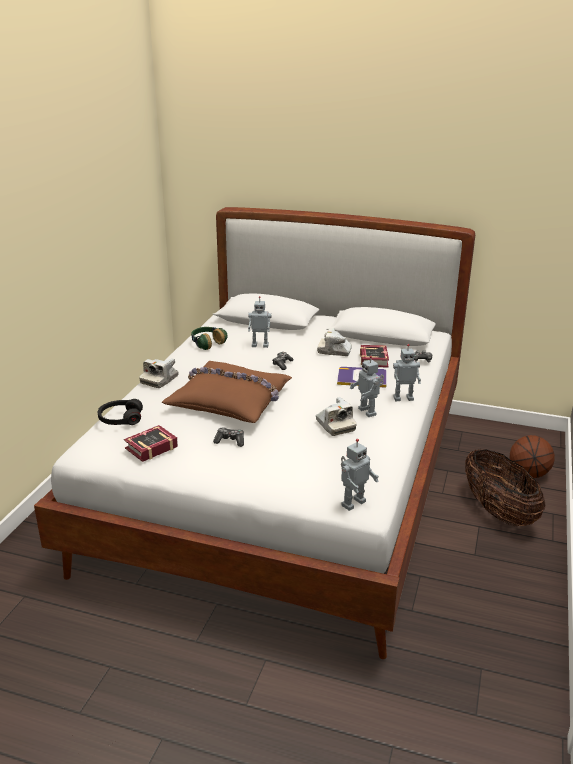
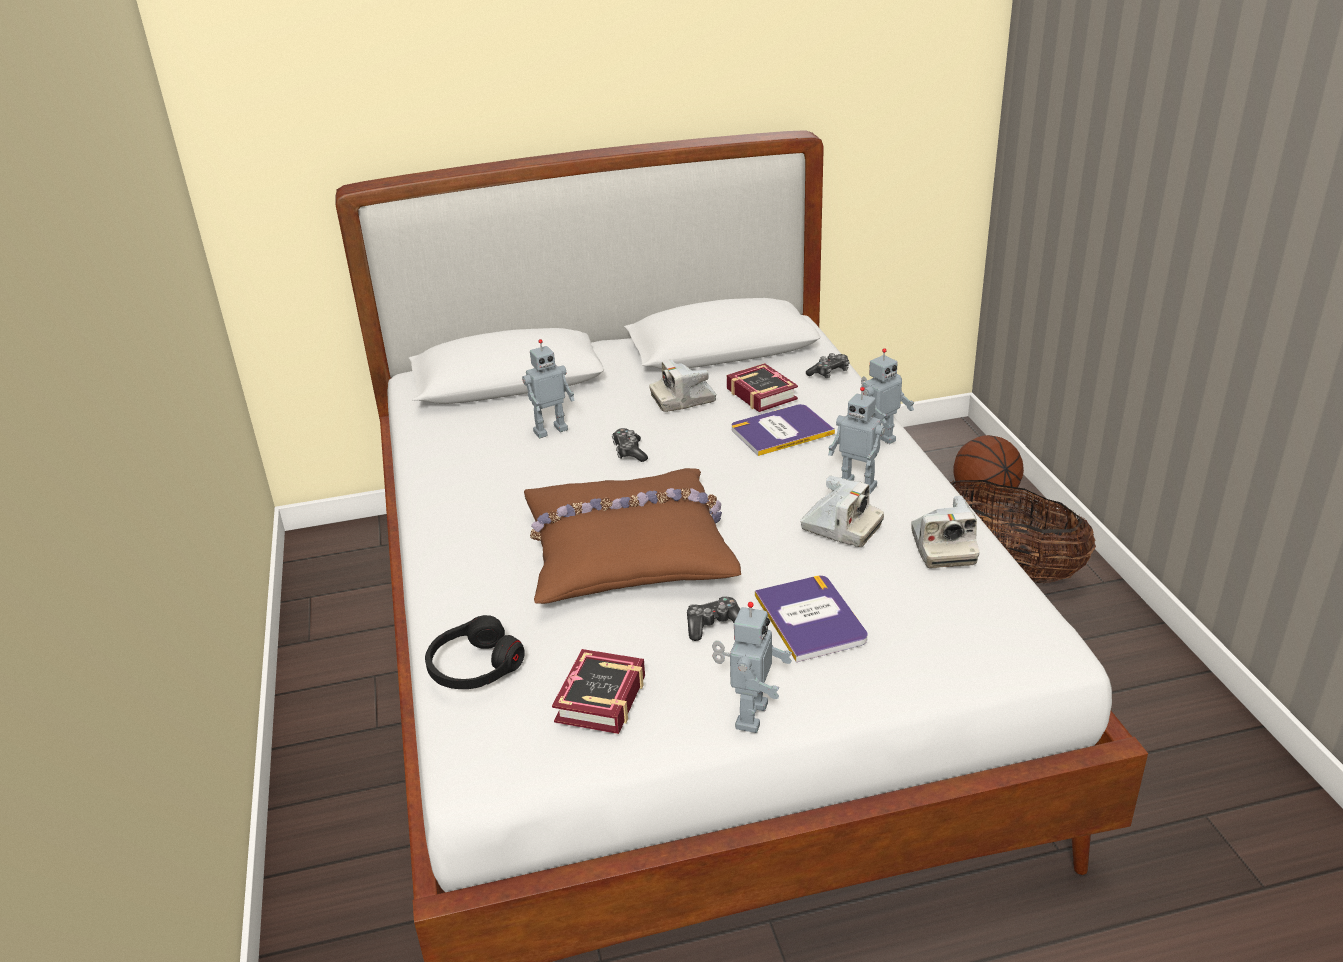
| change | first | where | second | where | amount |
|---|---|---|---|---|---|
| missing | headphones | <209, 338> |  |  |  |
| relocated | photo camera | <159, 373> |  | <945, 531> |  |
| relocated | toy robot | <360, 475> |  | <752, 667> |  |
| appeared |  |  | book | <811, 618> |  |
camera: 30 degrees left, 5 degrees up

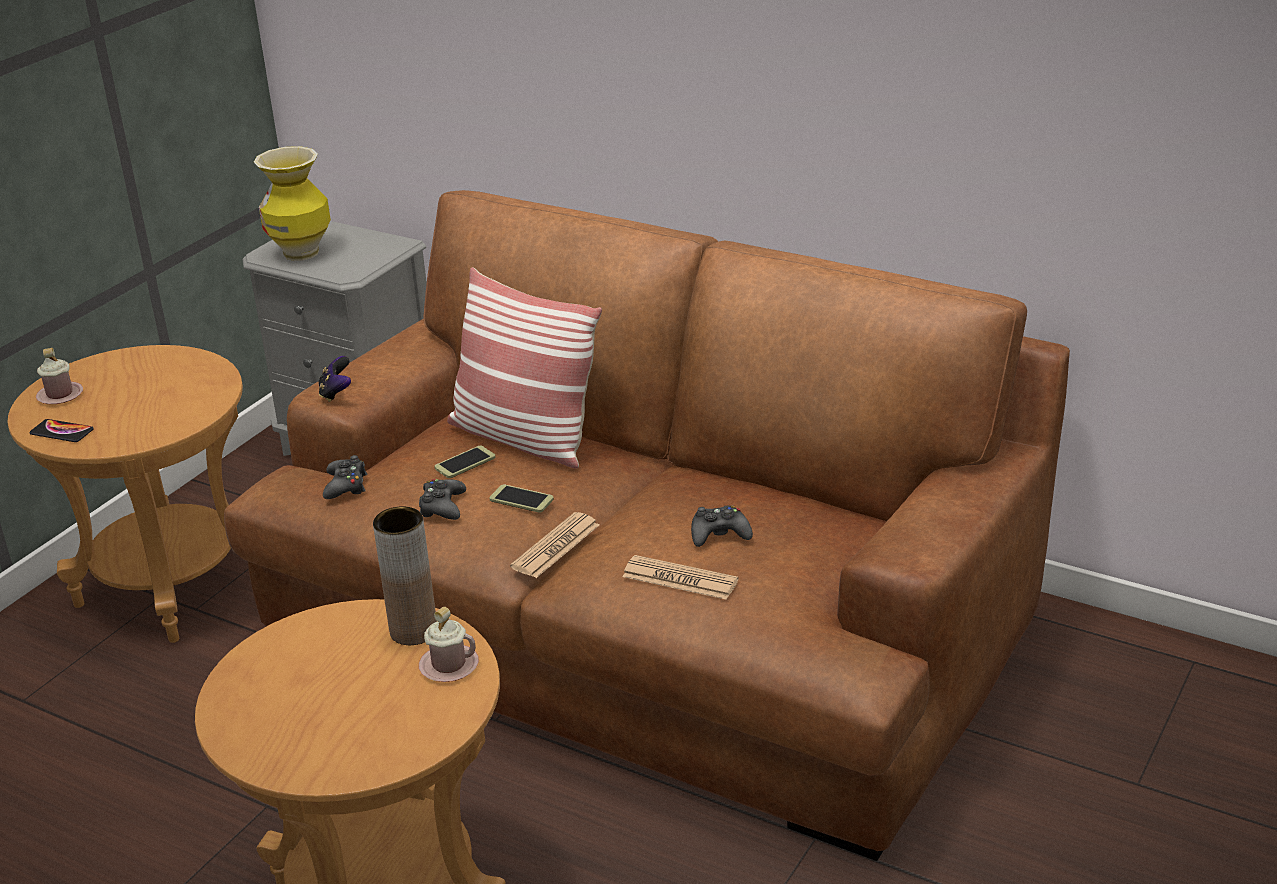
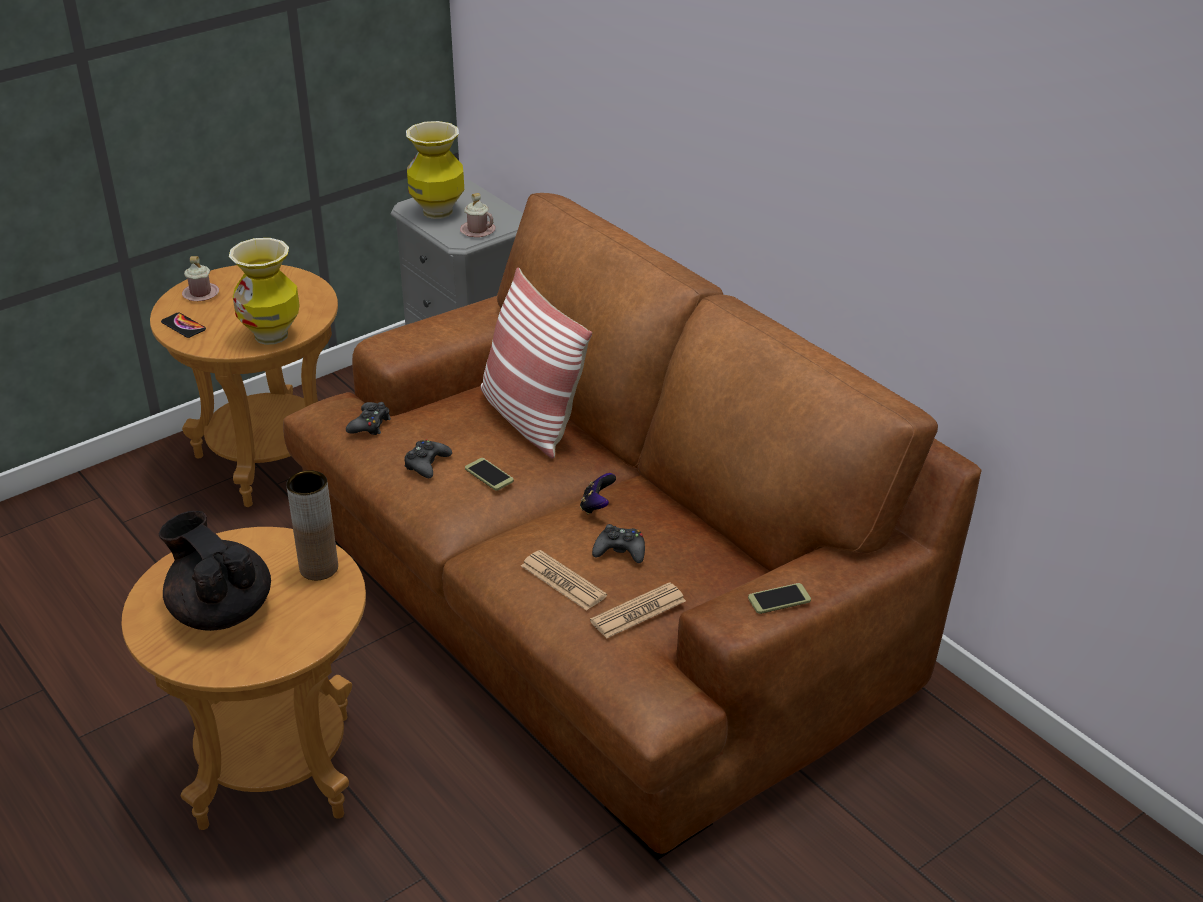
| change | first | where | second | where | amount |
|---|---|---|---|---|---|
| relocated | game controller | <334, 379> |  | <598, 493> |  |
| relocated | phone | <465, 462> |  | <779, 598> |  |
| relocated | newspaper | <554, 545> |  | <638, 610> |  |
| relocated | mug (pink) | <449, 644> |  | <477, 215> |  |
| appeared |  |  | vase | <264, 291> |  |
| appeared |  |  | teapot (black) | <215, 571> |  |
camera: 20 degrees right, 5 degrees up

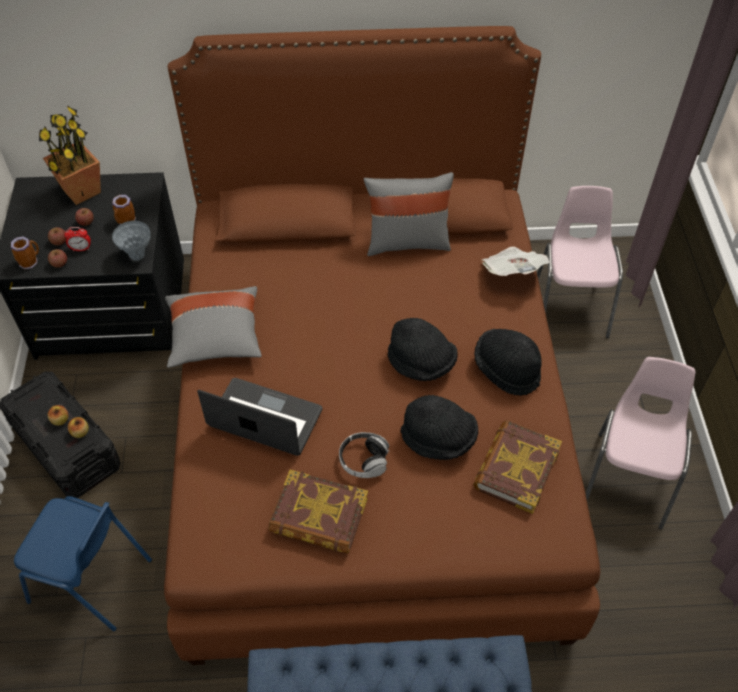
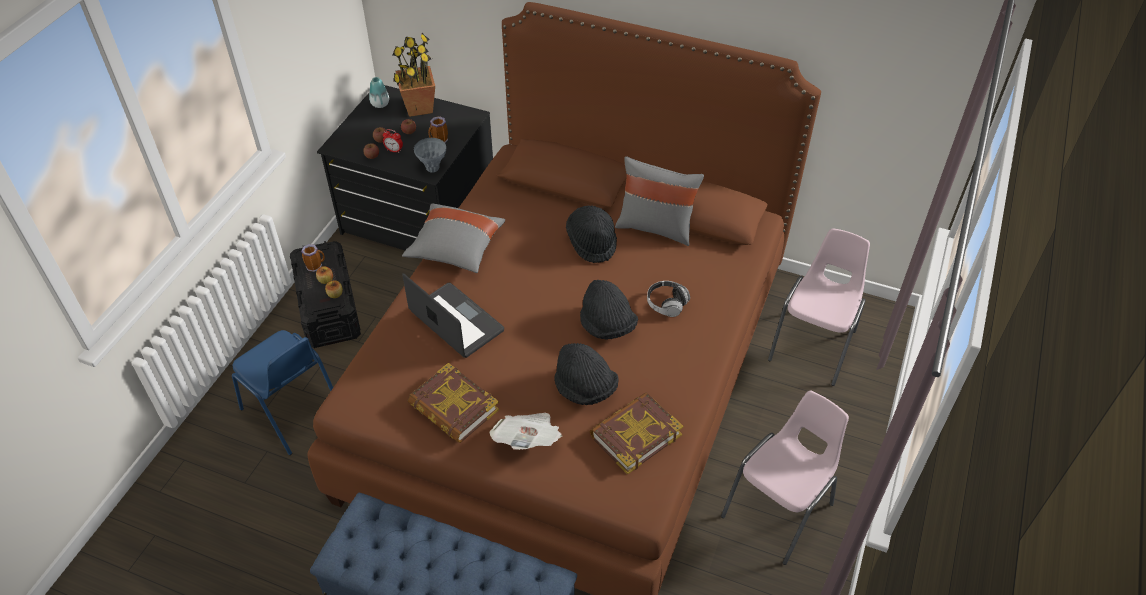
| change | first | where | second | where | amount |
|---|---|---|---|---|---|
| relocated | mug | <25, 253> |  | <313, 258> |  |
| relocated | newspaper | <516, 261> |  | <525, 431> |  |
| relocated | hat (black) | <508, 362> |  | <591, 234> |  |
| relocated | headphones | <364, 455> |  | <668, 299> |  |
| appeared |  |  | vase | <379, 92> |  |
camera: 25 degrees right, 5 degrees down

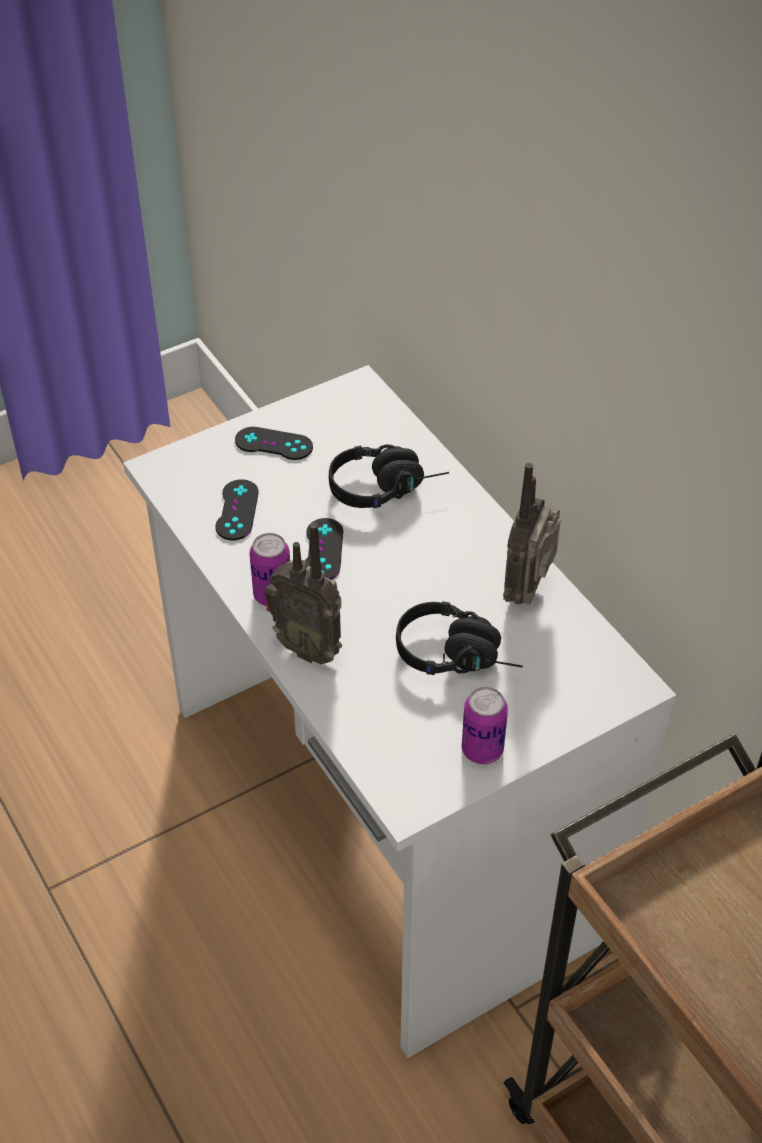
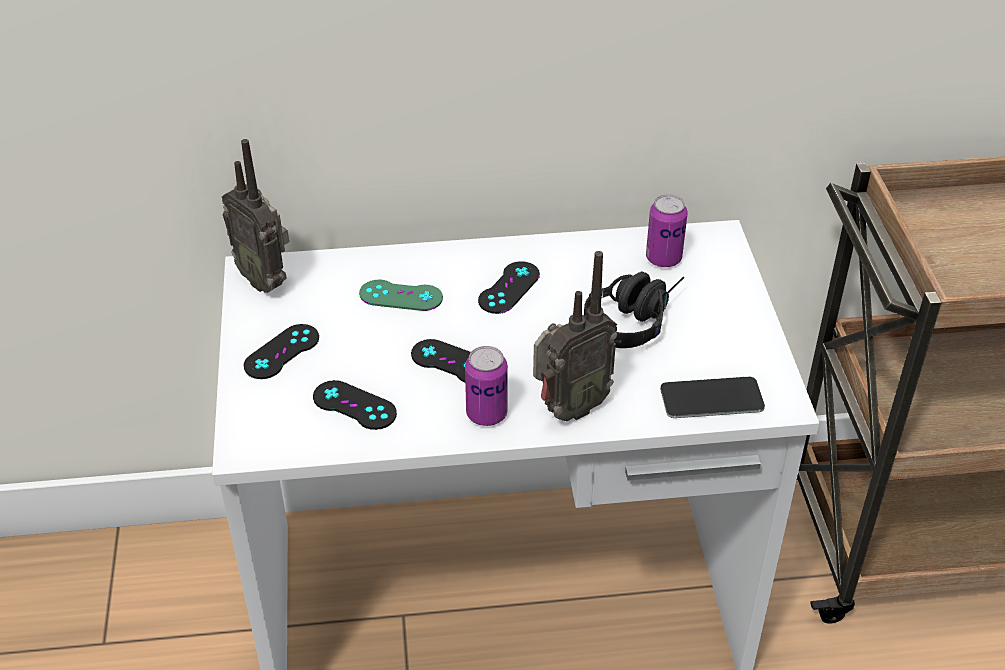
| change | first | where | second | where | amount |
|---|---|---|---|---|---|
| exchanged | headphones (black) | <389, 476> | game controller (green) | <401, 295> |  |
| relocated | radio | <532, 533> |  | <255, 216> |  |
| relocated | can | <485, 725> |  | <667, 230> |  |
| appeared |  |  | game controller (black) | <509, 287> |  |
| appeared |  |  | phone | <712, 397> |  |
camera: 65 degrees left, 5 degrees down

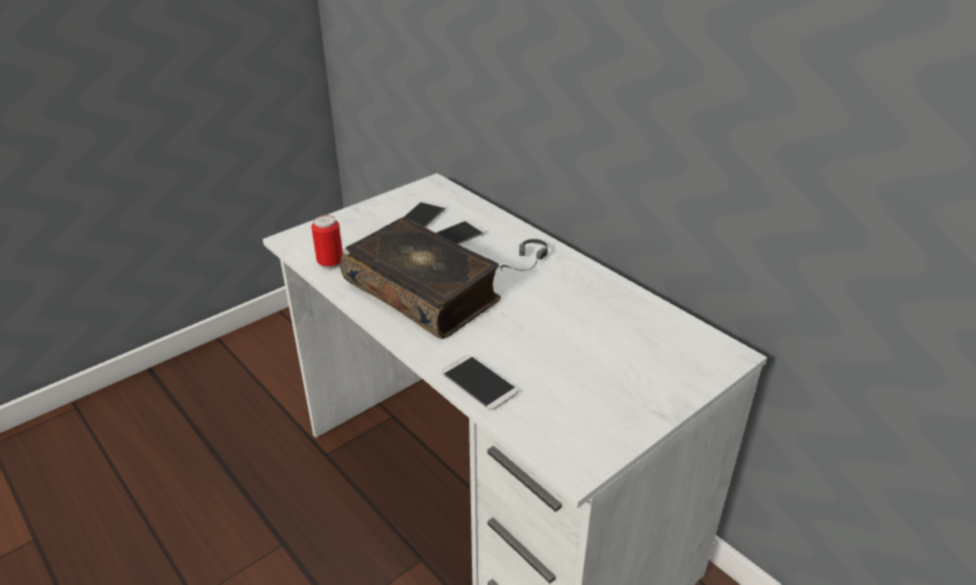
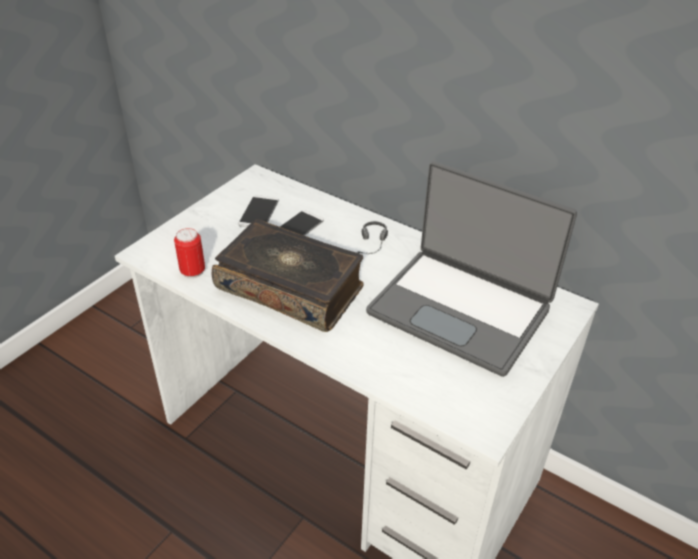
| change | first | where | second | where | amount |
|---|---|---|---|---|---|
| missing | phone | <480, 382> |  |  |  |
| appeared |  |  | laptop | <471, 269> |  |
camera: 15 degrees left, 5 degrees up

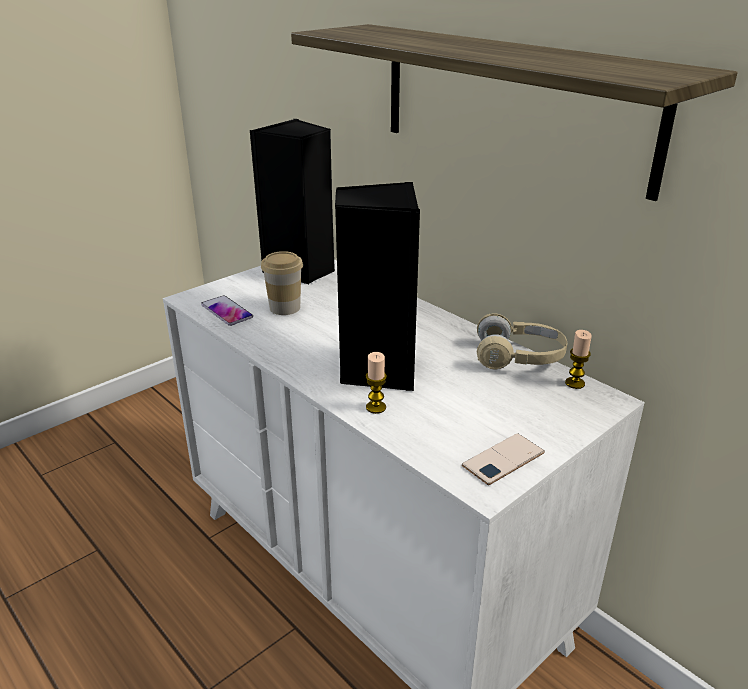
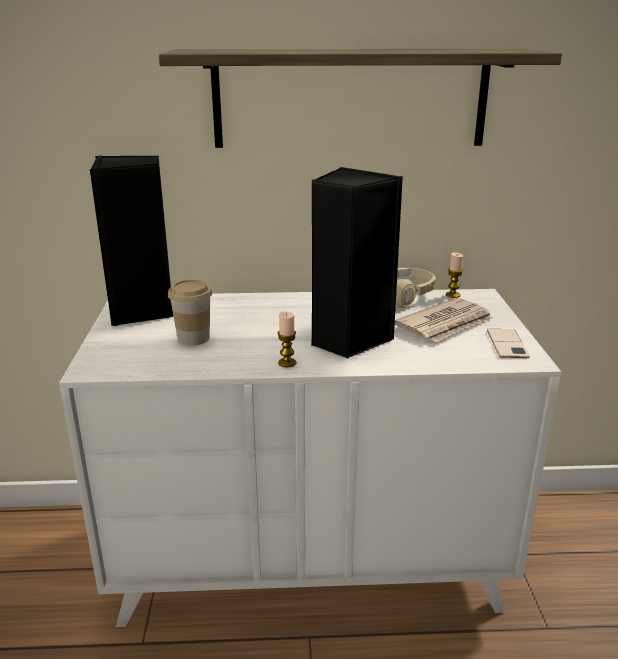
| change | first | where | second | where | amount |
|---|---|---|---|---|---|
| missing | phone | <227, 311> |  |  |  |
| relocated | candle | <376, 383> |  | <287, 339> |  |
| appeared |  |  | newspaper | <444, 320> |  |
camera: 50 degrees left, 5 degrees down

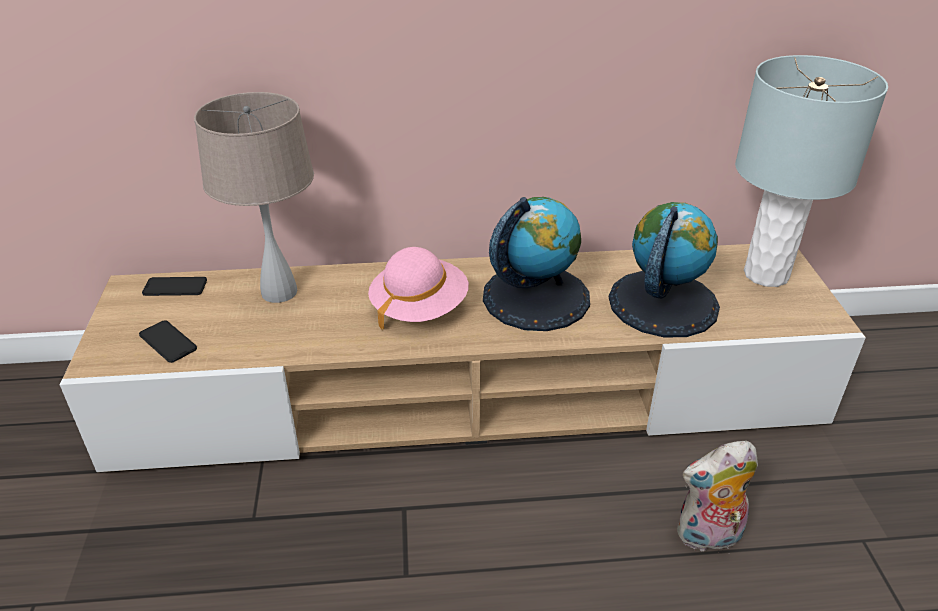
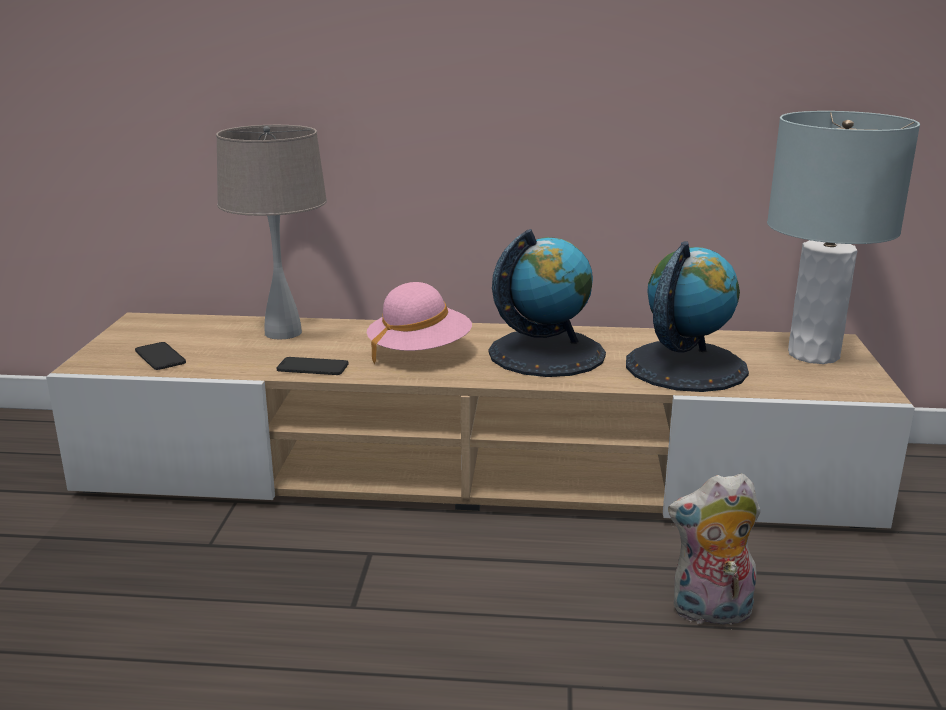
| change | first | where | second | where | amount |
|---|---|---|---|---|---|
| relocated | phone | <174, 286> |  | <312, 366> |  |
camera: 10 degrees right, 15 degrees down

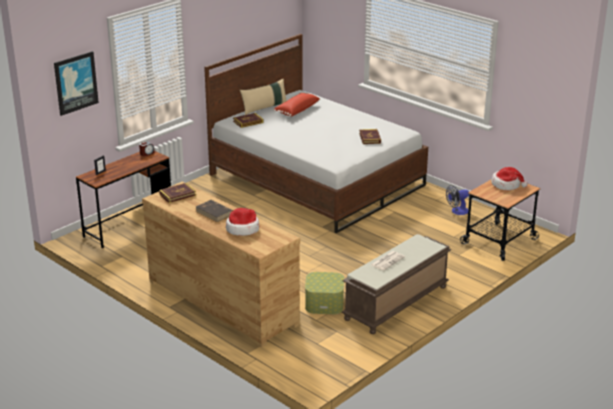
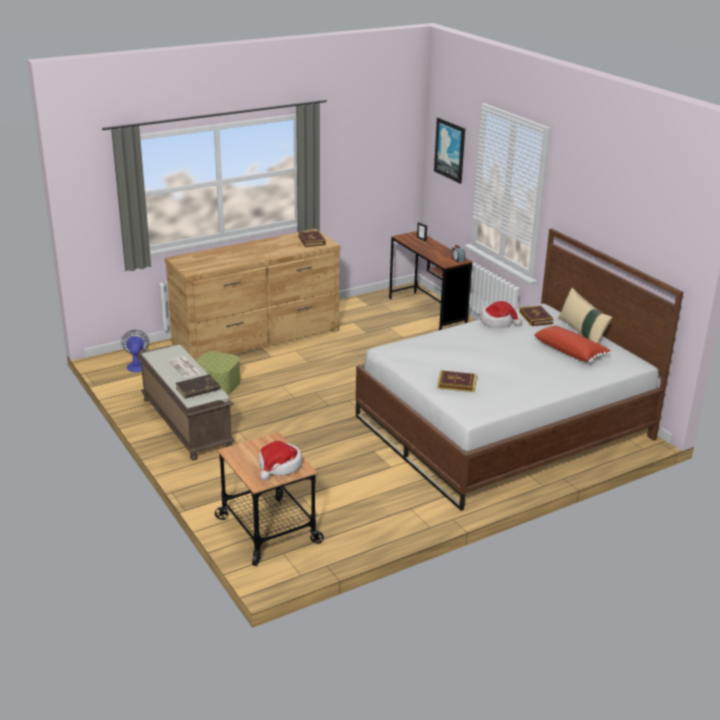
| change | first | where | second | where | amount |
|---|---|---|---|---|---|
| relocated | fan | <457, 200> |  | <135, 351> |  |
| relocated | book (brown) | <214, 211> |  | <198, 386> |  |
| relocated | hat | <242, 222> |  | <501, 314> |  |
camera: 105 degrees right, 0 degrees up

